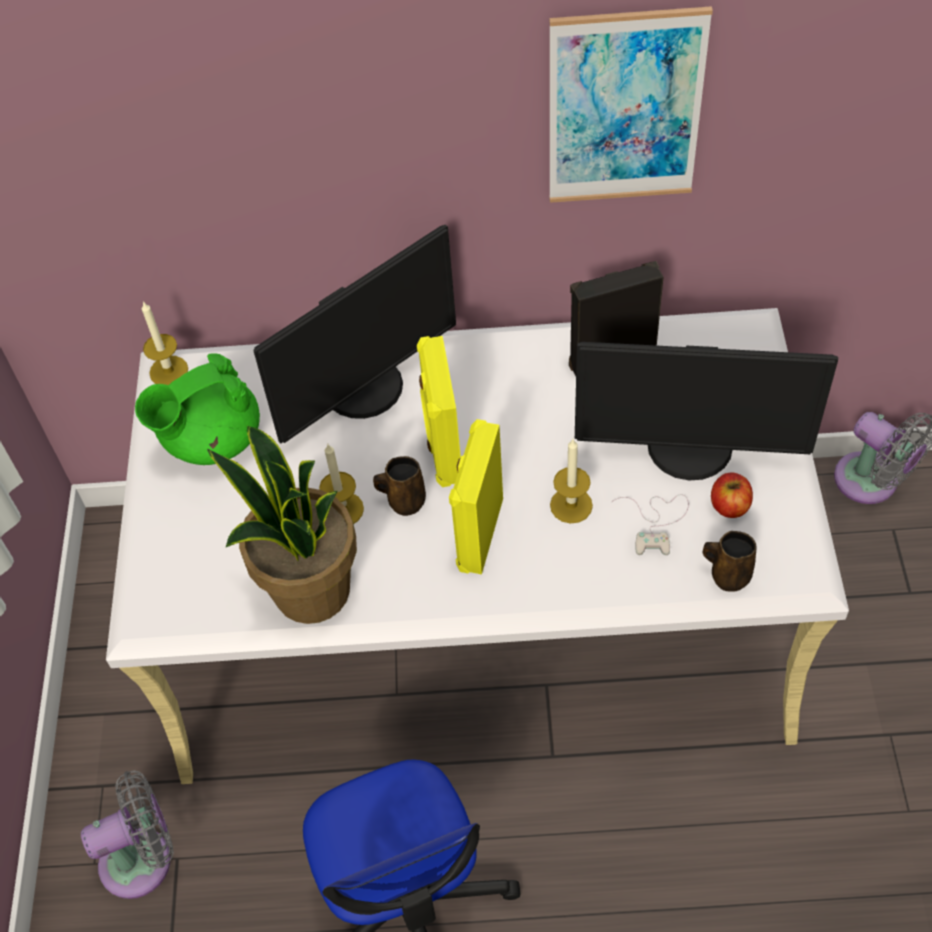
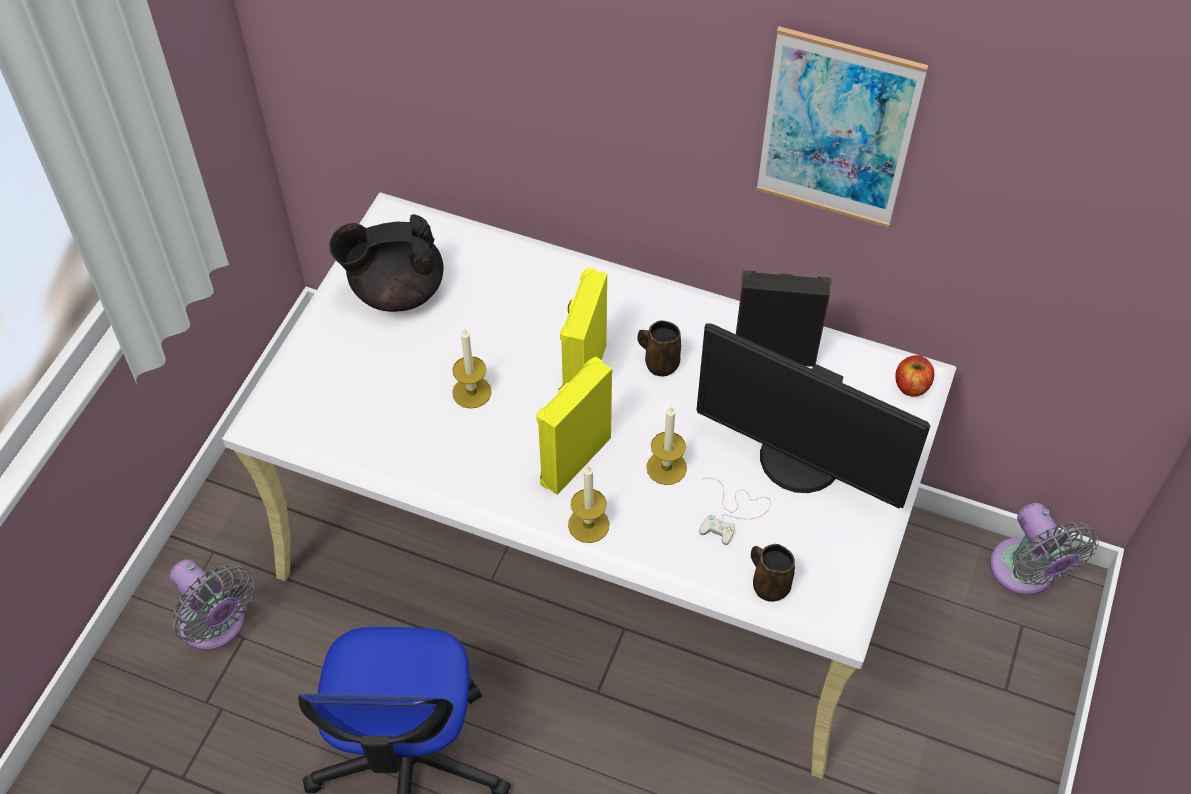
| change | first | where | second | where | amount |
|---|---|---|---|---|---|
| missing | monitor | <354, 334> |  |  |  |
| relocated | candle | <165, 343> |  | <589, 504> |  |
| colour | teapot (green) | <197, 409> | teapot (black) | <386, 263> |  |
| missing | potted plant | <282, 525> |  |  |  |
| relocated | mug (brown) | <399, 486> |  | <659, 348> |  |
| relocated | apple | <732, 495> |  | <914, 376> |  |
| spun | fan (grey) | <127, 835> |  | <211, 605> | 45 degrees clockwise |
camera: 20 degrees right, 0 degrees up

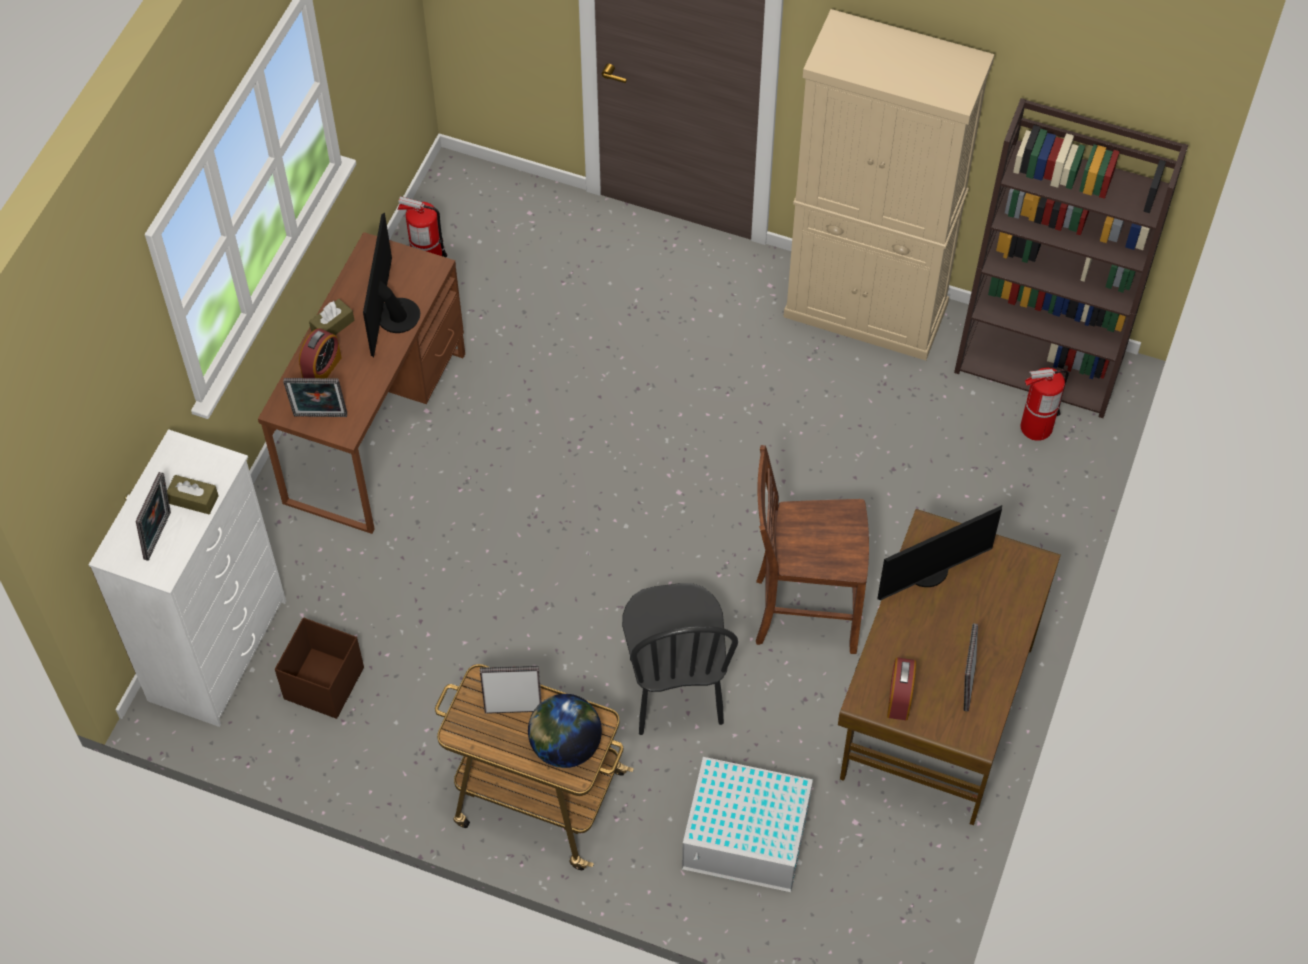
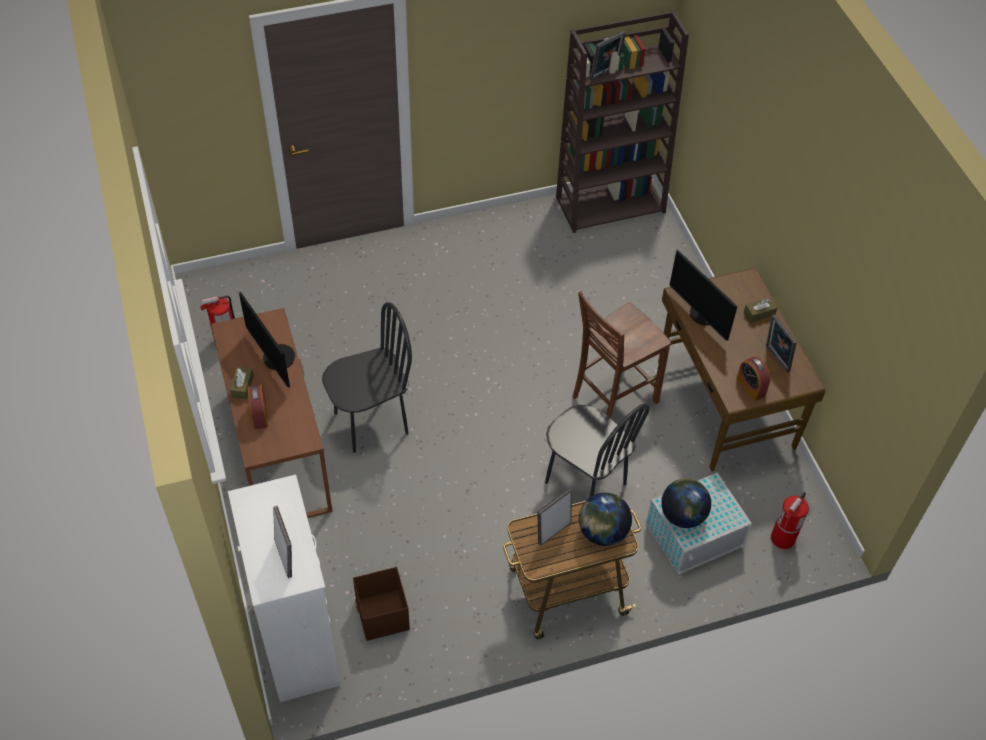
| change | first | where | second | where | amount |
|---|---|---|---|---|---|
| missing | cabinet (beige) | <889, 185> |  |  |  |
| relocated | fire extinguisher | <1045, 404> |  | <790, 520> |  |
| relocated | picture frame | <315, 397> |  | <608, 56> |  |
| relocated | tissue box (brown) | <193, 494> |  | <760, 310> |  |
| spun | monitor | <939, 552> |  | <703, 295> | 120 degrees clockwise |
| appeared |  |  | chair (black) | <367, 377> |  |
| appeared |  |  | globe | <686, 503> |  |
camera: 40 degrees left, 5 degrees down

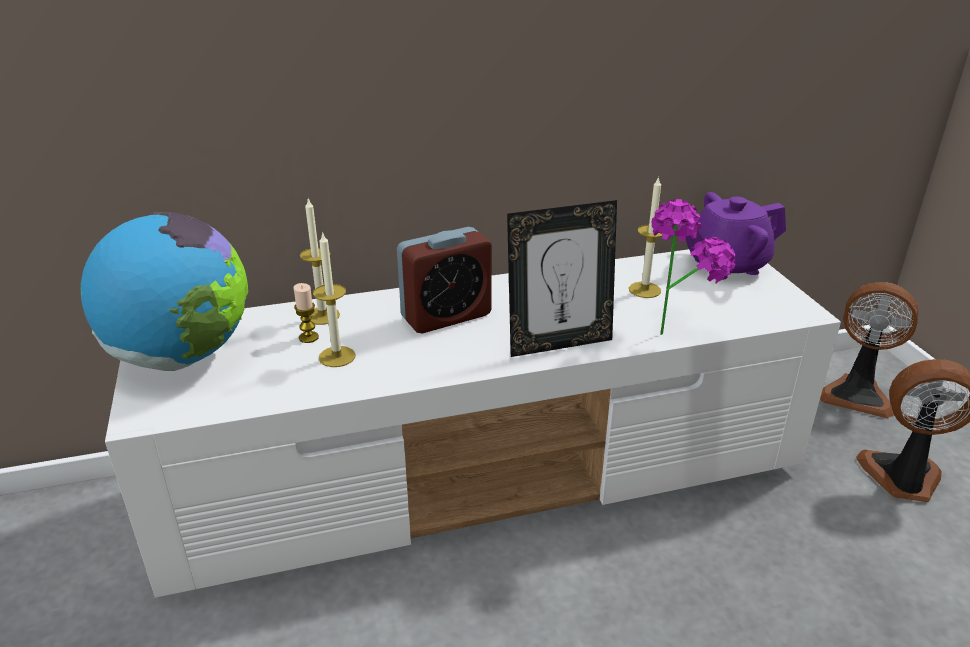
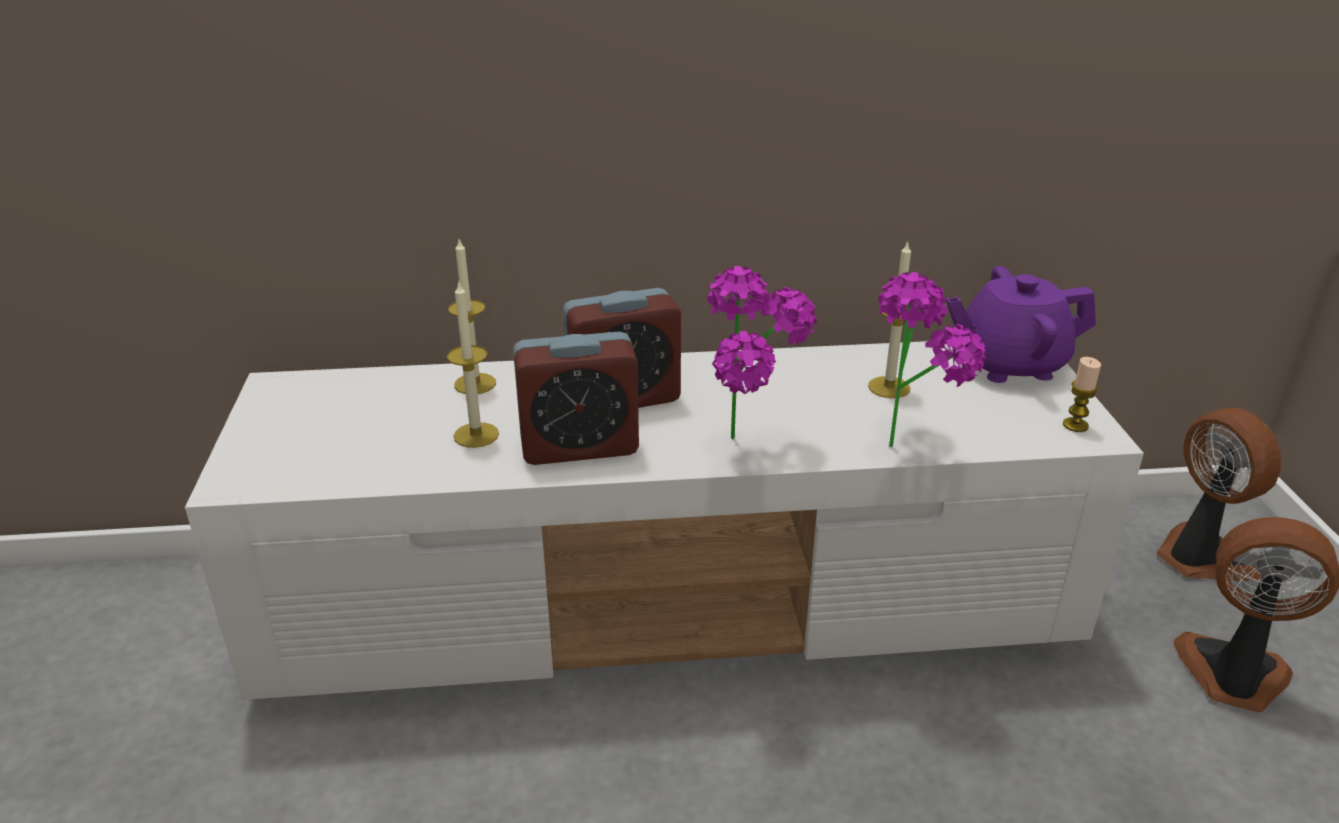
| change | first | where | second | where | amount |
|---|---|---|---|---|---|
| exchanged | picture frame | <562, 278> | potted plant | <762, 353> |  |
| missing | globe | <164, 291> |  |  |  |
| spun | fan | <869, 350> |  | <1218, 494> | 150 degrees counterclockwise |
| relocated | candle | <306, 313> |  | <1082, 394> |  |
| appeared |  |  | alarm clock | <576, 398> |  |
camera: 10 degrees right, 0 degrees up

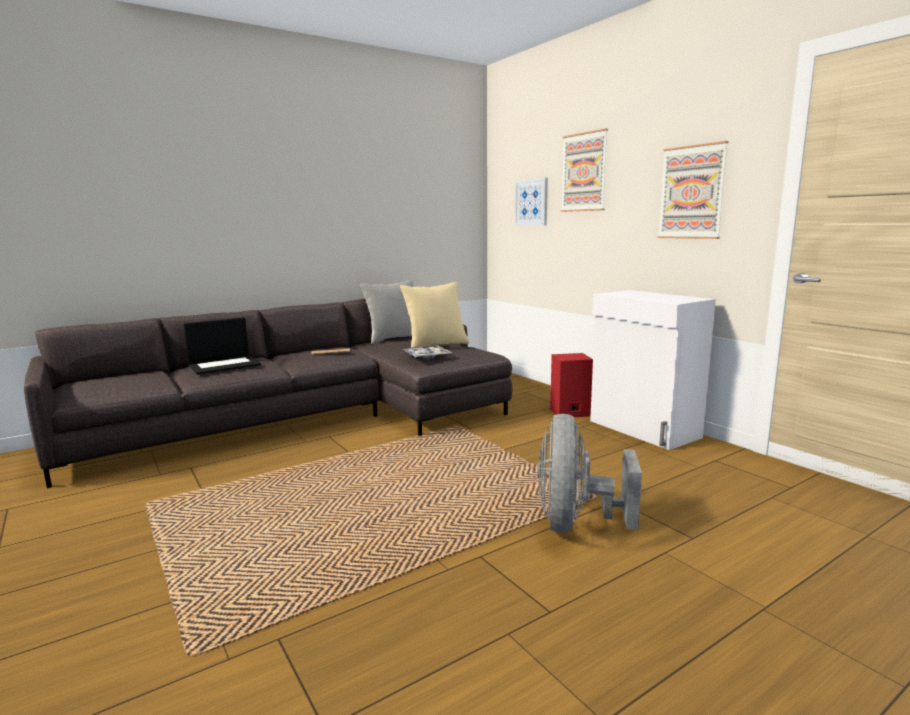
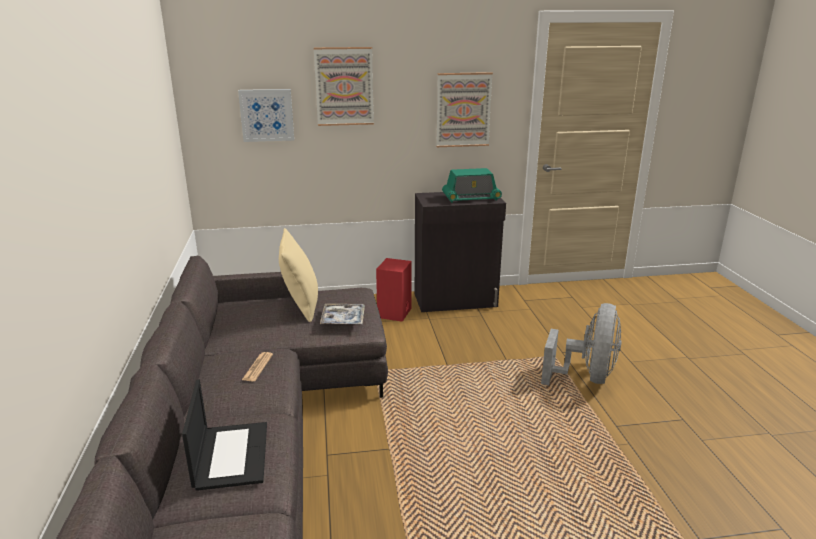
| change | first | where | second | where | amount |
|---|---|---|---|---|---|
| missing | pillow (grey) | <386, 312> |  |  |  |
| colour | cabinet (white) | <653, 370> | cabinet (black) | <460, 252> |  |
| spun | fan (grey) | <589, 473> |  | <581, 344> | 105 degrees counterclockwise |
| appeared |  |  | radio | <472, 185> |  |
camera: 65 degrees left, 10 degrees up

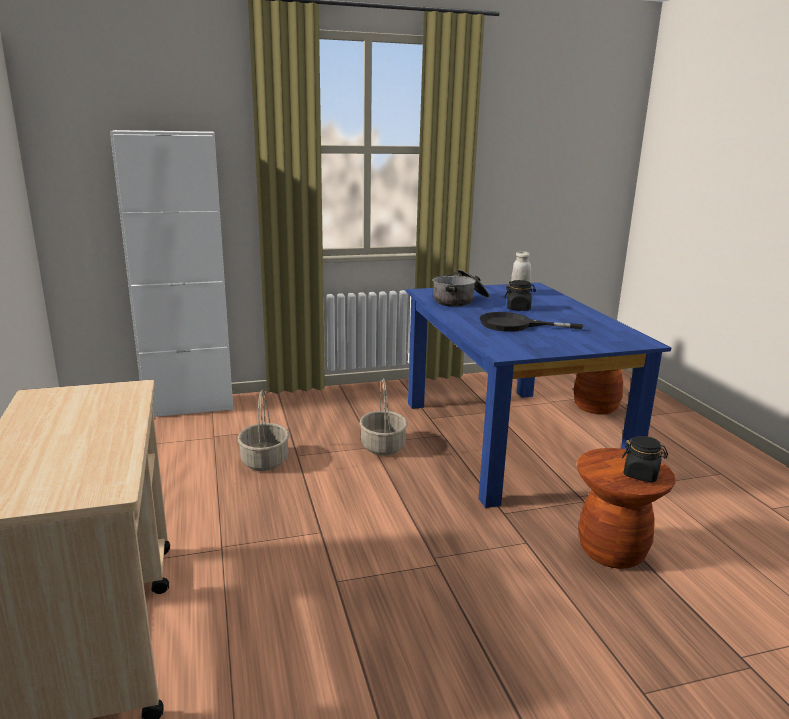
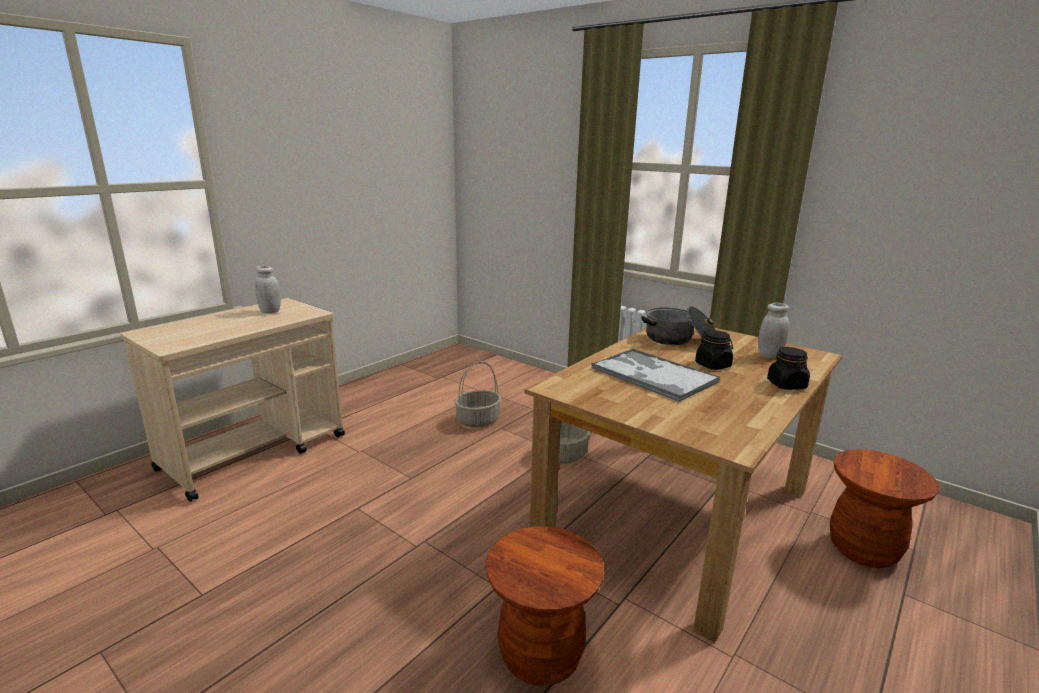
| change | first | where | second | where | amount |
|---|---|---|---|---|---|
| missing | cabinet (white) | <171, 273> |  |  |  |
| colour | dining table (blue) | <539, 395> | dining table (brown) | <683, 485> |  |
| exchanged | frying pan (black) | <531, 322> | tray | <655, 375> |  |
| relocated | jar (black) | <645, 459> |  | <788, 368> |  |
| appeared |  |  | jar (white) | <268, 289> |  |
camera: 55 degrees right, 0 degrees up

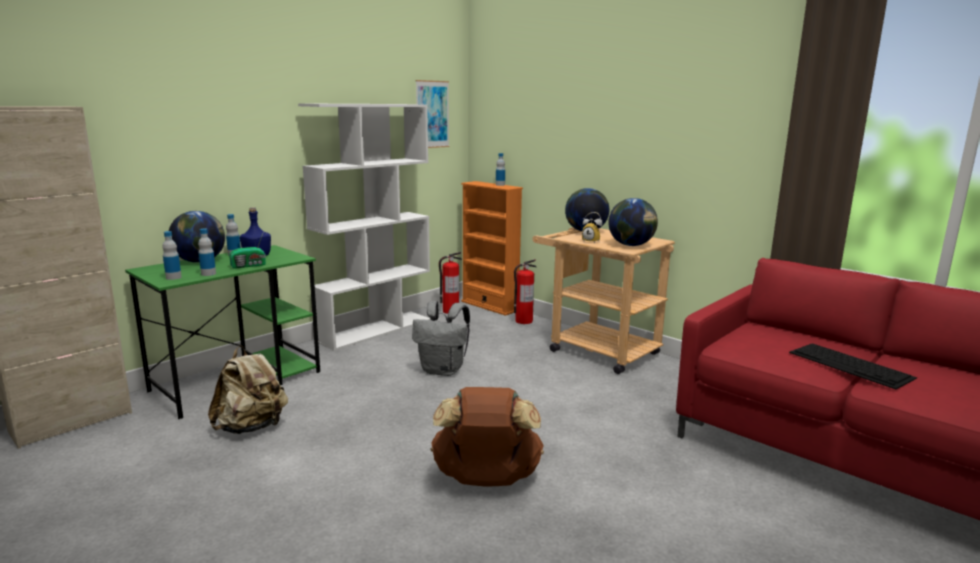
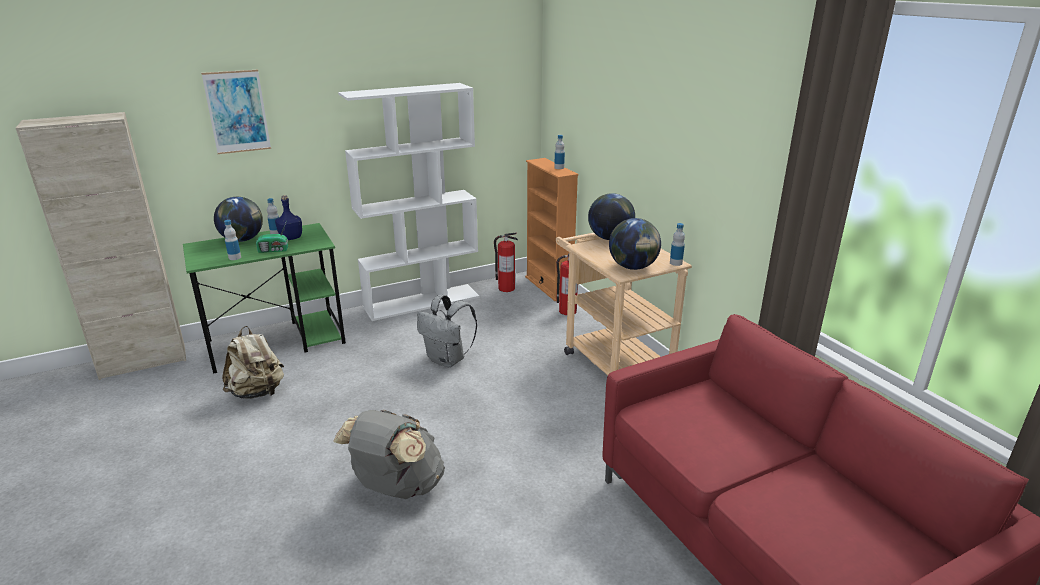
| change | first | where | second | where | amount |
|---|---|---|---|---|---|
| relocated | picture | <432, 114> |  | <236, 112> |  |
| missing | alarm clock | <592, 228> |  |  |  |
| relocated | bottle | <172, 255> |  | <677, 244> |  |
| missing | keyboard | <853, 366> |  |  |  |
| colour | backpack (brown) | <487, 437> | backpack (grey) | <389, 454> |  |
camera: 20 degrees right, 10 degrees up

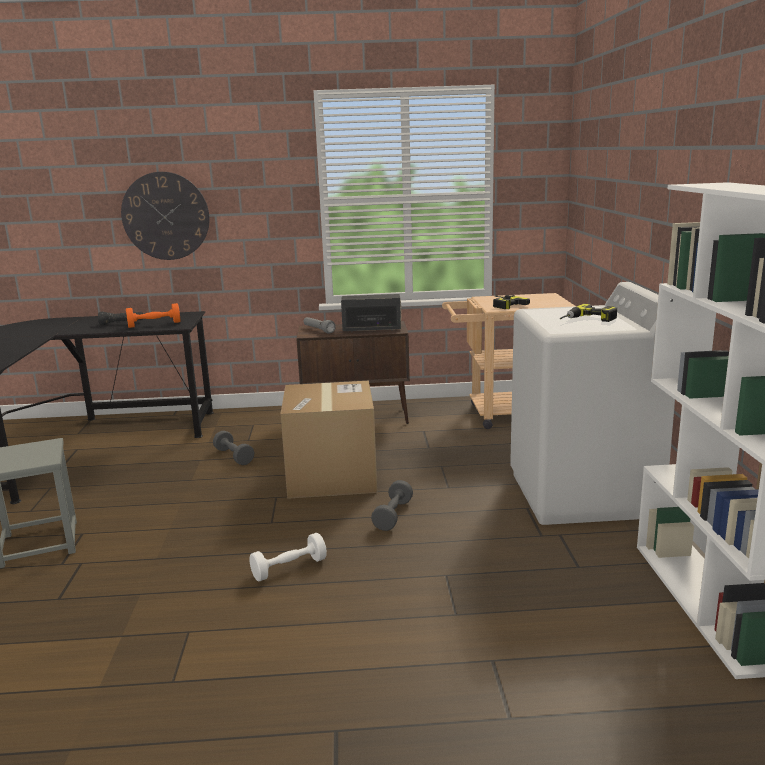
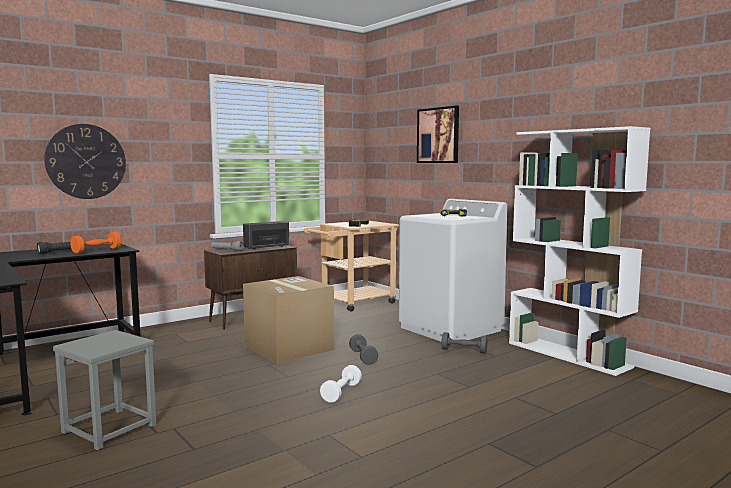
| change | first | where | second | where | amount |
|---|---|---|---|---|---|
| relocated | dumbbell (grey) | <233, 448> |  | <464, 342> |  |
| appeared |  |  | picture | <438, 134> |  |
camera: 35 degrees left, 10 degrees down

